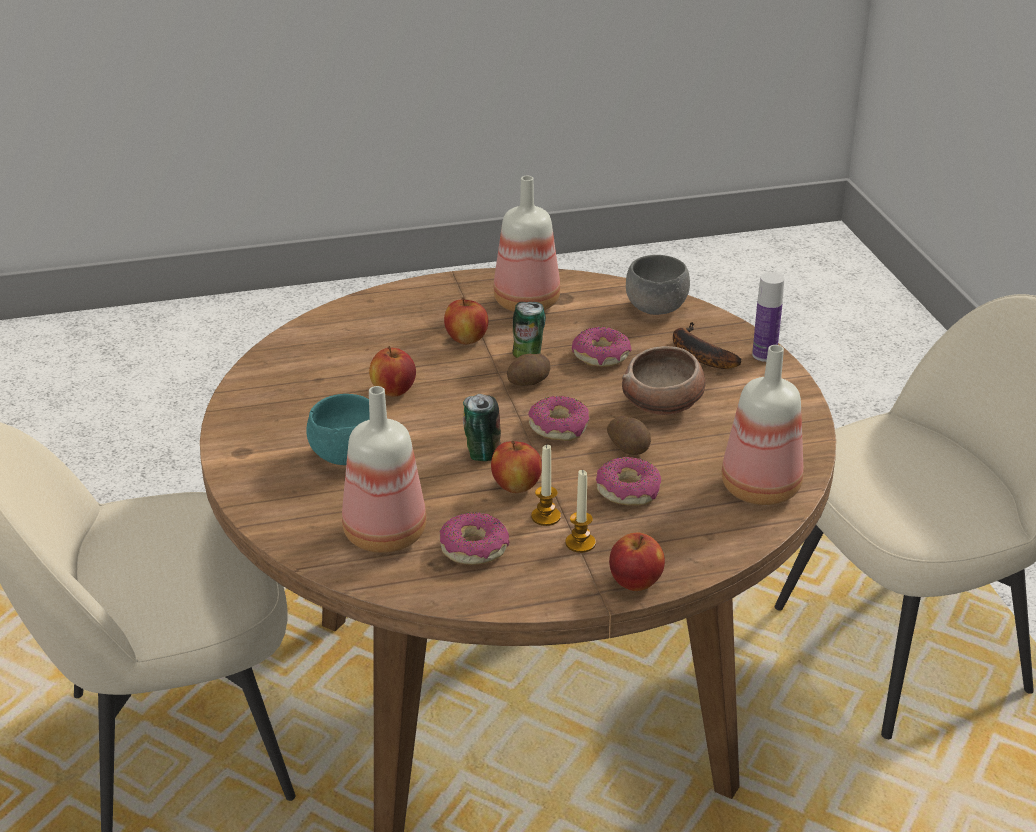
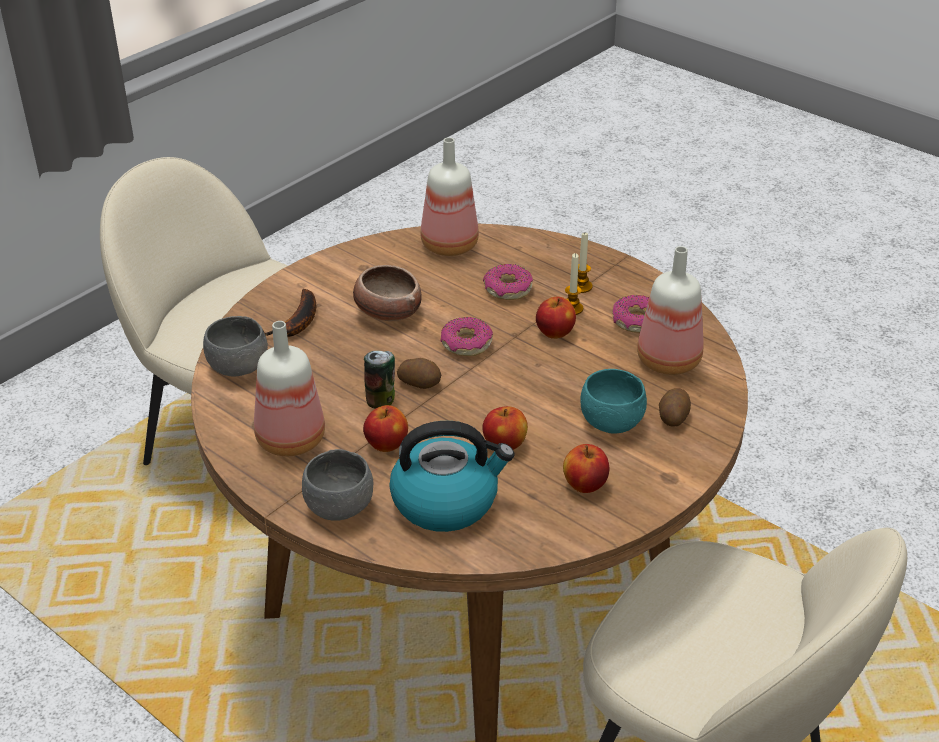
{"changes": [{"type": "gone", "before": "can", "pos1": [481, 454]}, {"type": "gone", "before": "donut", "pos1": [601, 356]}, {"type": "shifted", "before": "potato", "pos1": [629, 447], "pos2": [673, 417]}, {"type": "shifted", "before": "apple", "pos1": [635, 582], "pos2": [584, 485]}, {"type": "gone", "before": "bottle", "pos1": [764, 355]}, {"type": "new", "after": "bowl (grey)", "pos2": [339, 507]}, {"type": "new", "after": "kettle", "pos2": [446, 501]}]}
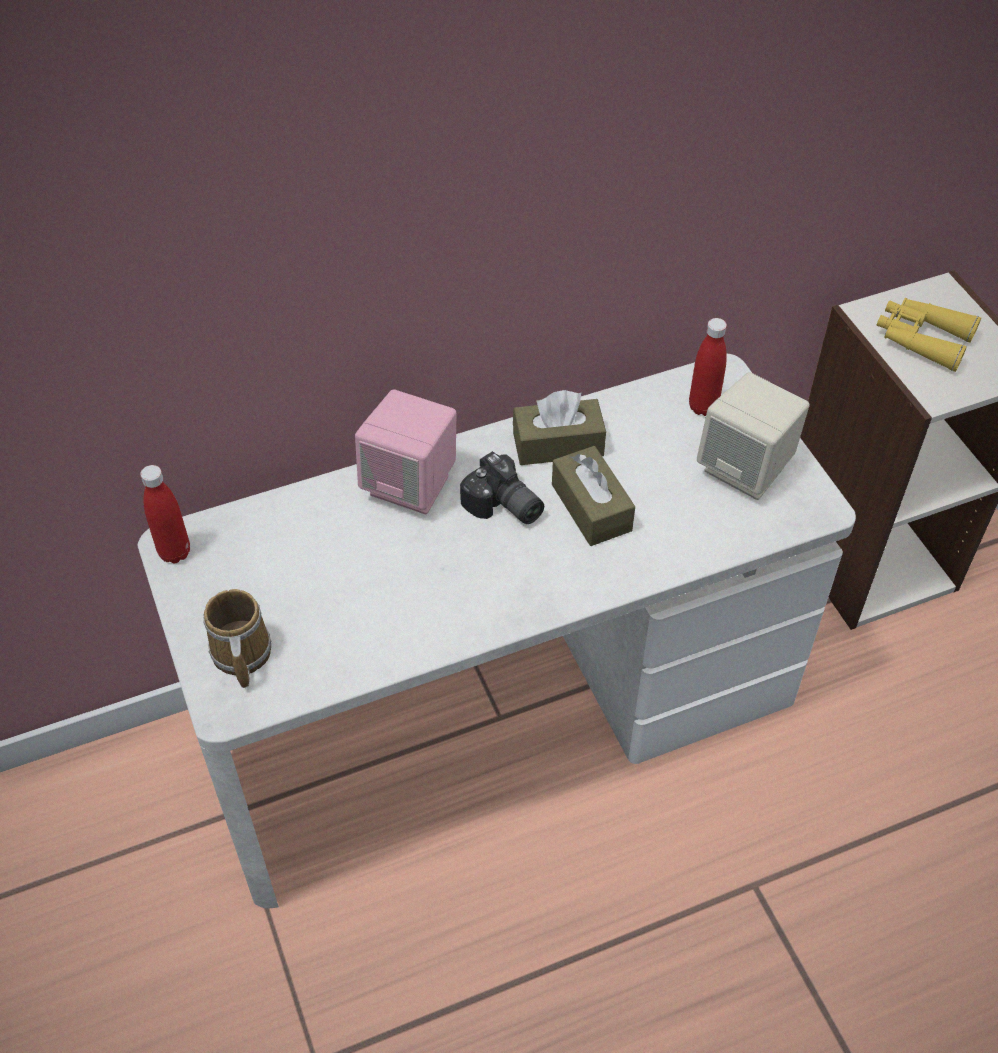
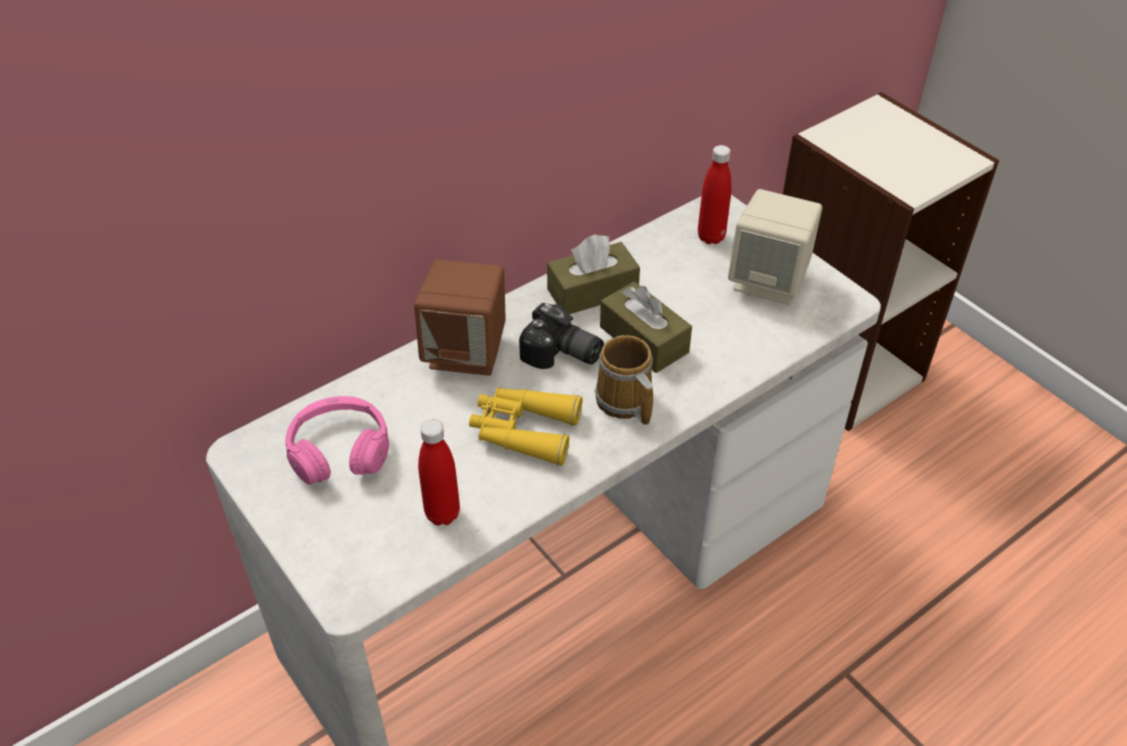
{"changes": [{"type": "shifted", "before": "bottle (red)", "pos1": [175, 552], "pos2": [442, 514]}, {"type": "shifted", "before": "mug", "pos1": [239, 655], "pos2": [624, 402]}, {"type": "repainted", "before": "speaker (pink)", "after": "speaker (brown)", "pos1": [411, 485], "pos2": [466, 352]}, {"type": "shifted", "before": "binoculars (yellow)", "pos1": [921, 339], "pos2": [523, 431]}, {"type": "new", "after": "headphones (pink)", "pos2": [340, 451]}]}
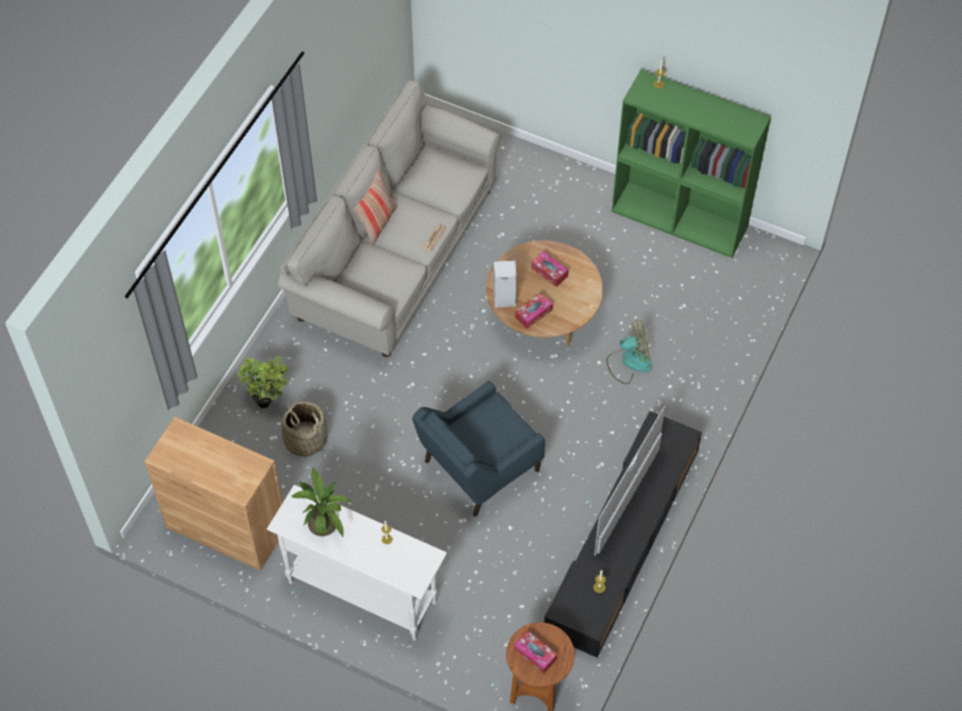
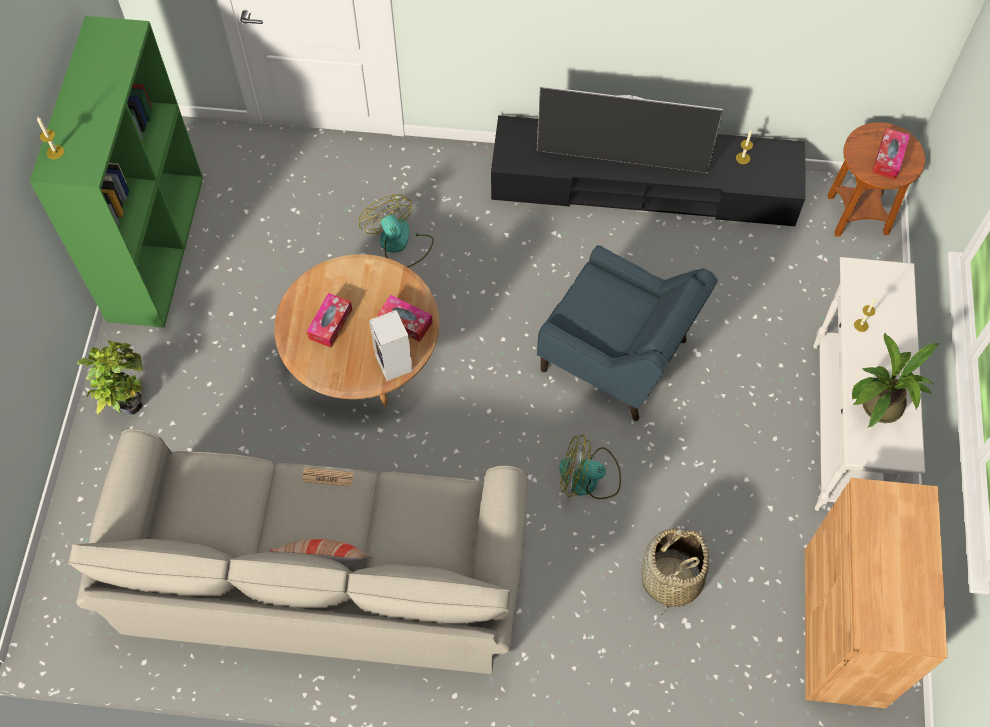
{"changes": [{"type": "shifted", "before": "potted plant", "pos1": [268, 400], "pos2": [128, 402]}, {"type": "new", "after": "fan", "pos2": [588, 478]}]}
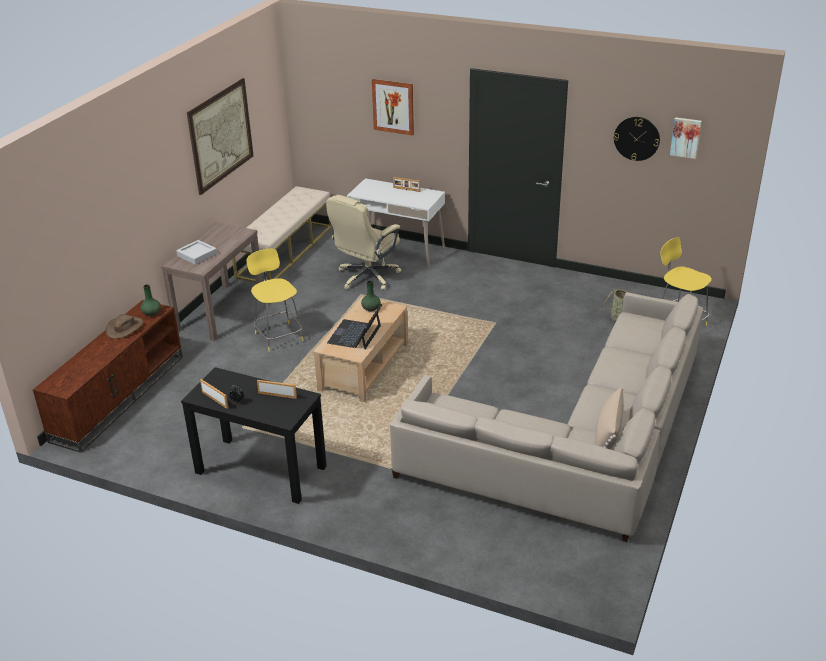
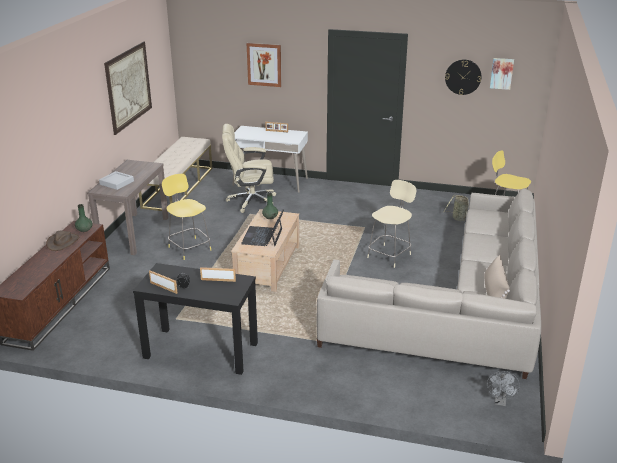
{"changes": [{"type": "rotated", "before": "office chair (beige)", "pos1": [367, 277], "pos2": [251, 201], "turn": 60}, {"type": "new", "after": "stool (beige)", "pos2": [390, 255]}, {"type": "new", "after": "fan (grey)", "pos2": [500, 402]}]}
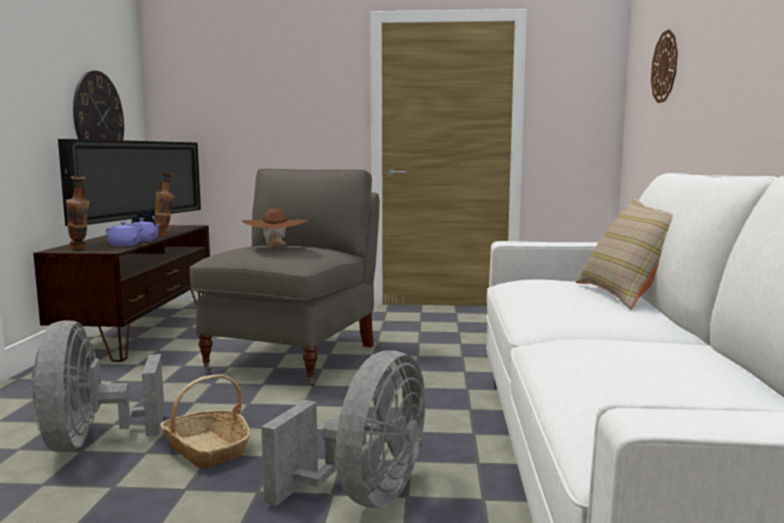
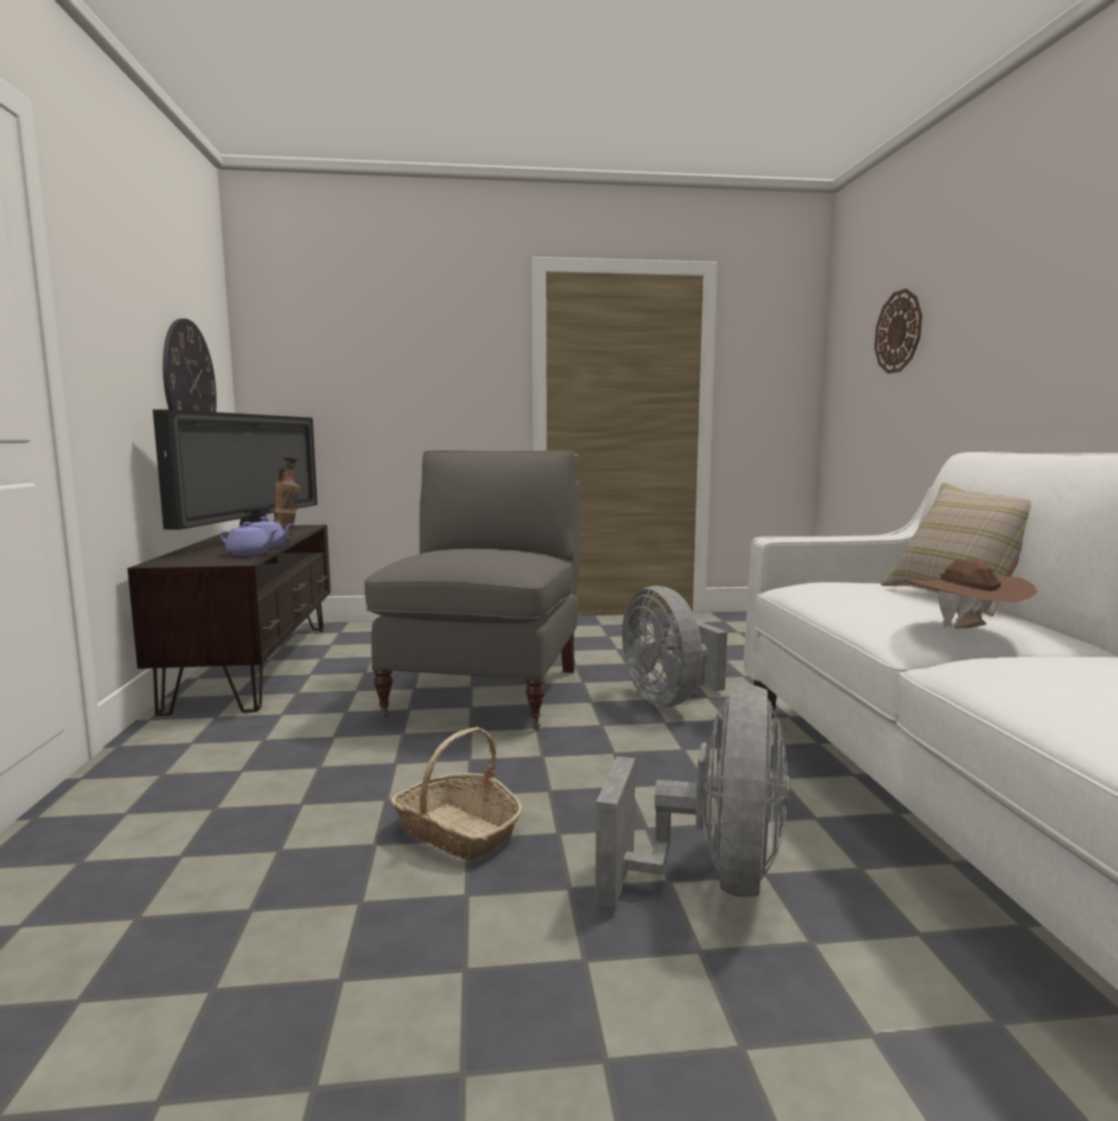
{"changes": [{"type": "shifted", "before": "fan (grey)", "pos1": [91, 442], "pos2": [669, 699]}, {"type": "gone", "before": "vase", "pos1": [80, 249]}, {"type": "shifted", "before": "hat (brown)", "pos1": [276, 247], "pos2": [965, 631]}]}
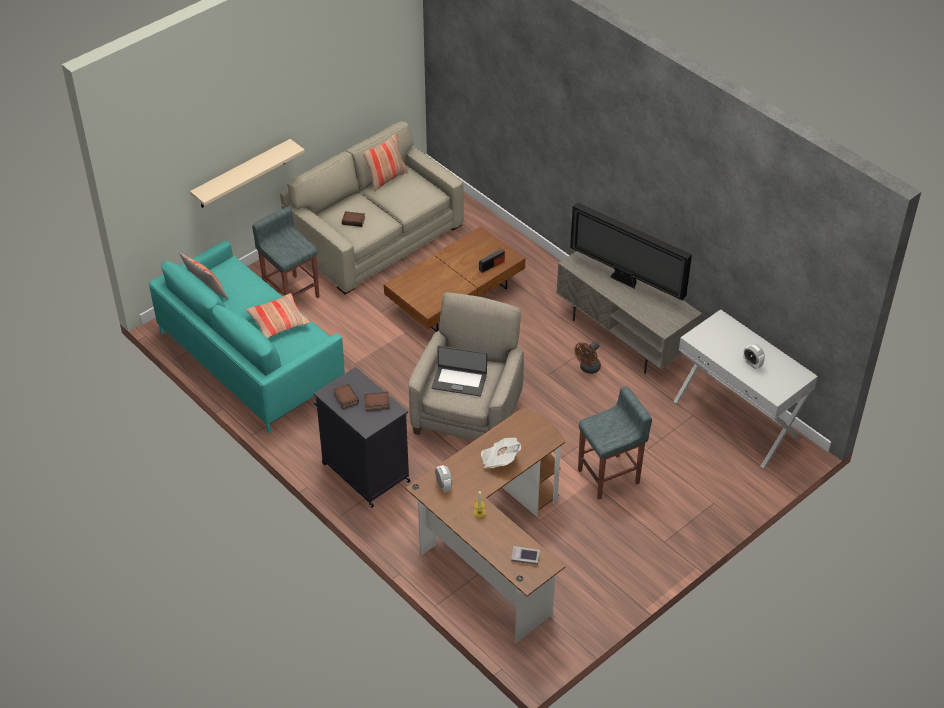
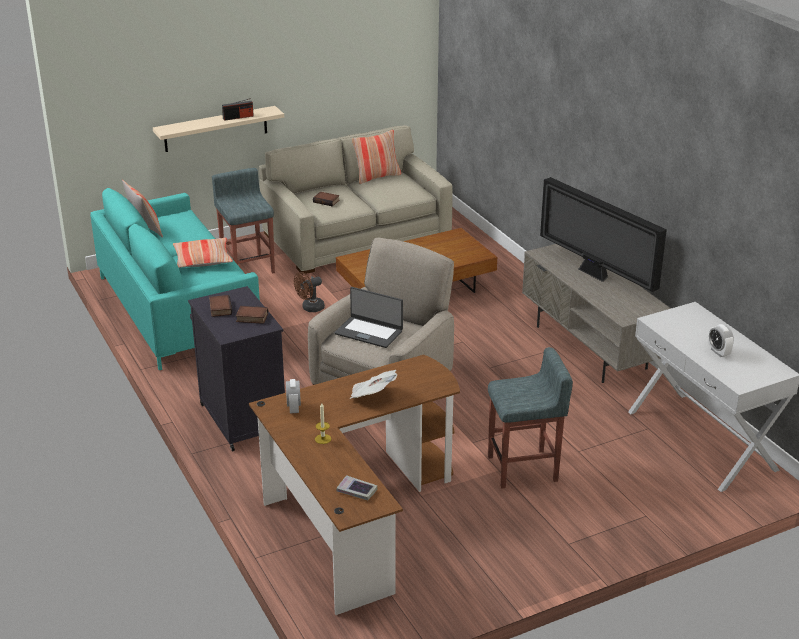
{"changes": [{"type": "shifted", "before": "radio", "pos1": [491, 265], "pos2": [238, 117]}, {"type": "shifted", "before": "fan (brown)", "pos1": [588, 369], "pos2": [310, 308]}]}
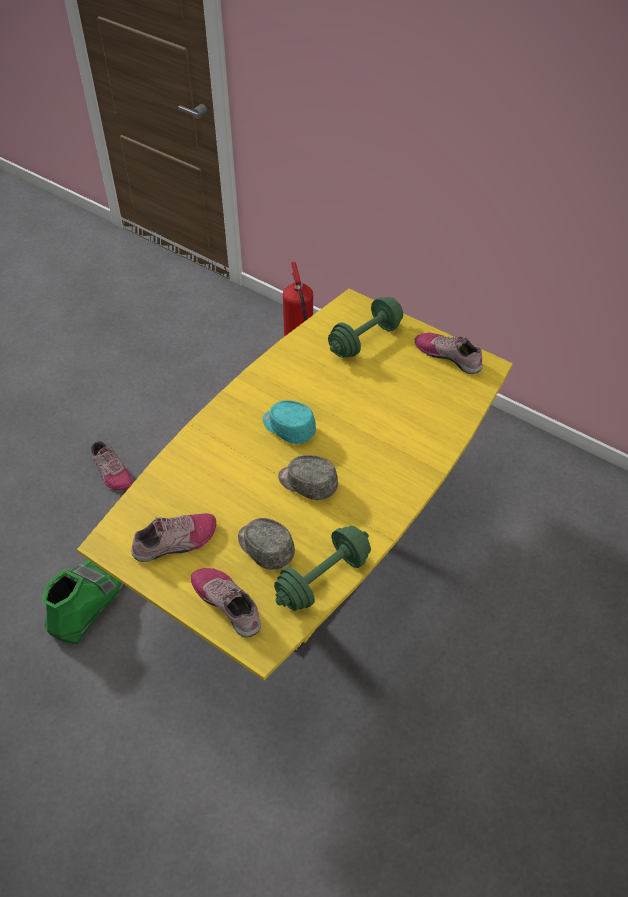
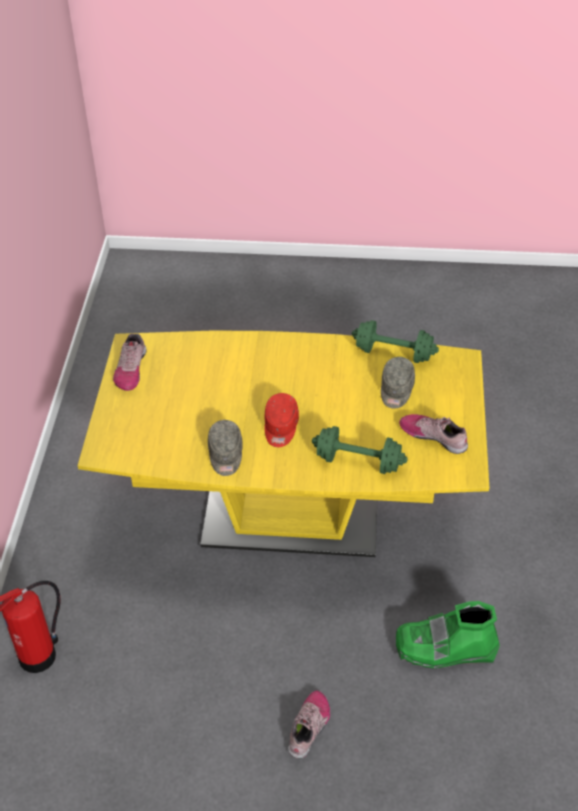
{"changes": [{"type": "gone", "before": "shoe", "pos1": [228, 603]}, {"type": "repainted", "before": "cap (turquoise)", "after": "cap (red)", "pos1": [288, 427], "pos2": [280, 427]}, {"type": "shifted", "before": "cap (grey)", "pos1": [307, 483], "pos2": [225, 455]}, {"type": "shifted", "before": "dumbbell (green)", "pos1": [365, 340], "pos2": [358, 462]}]}
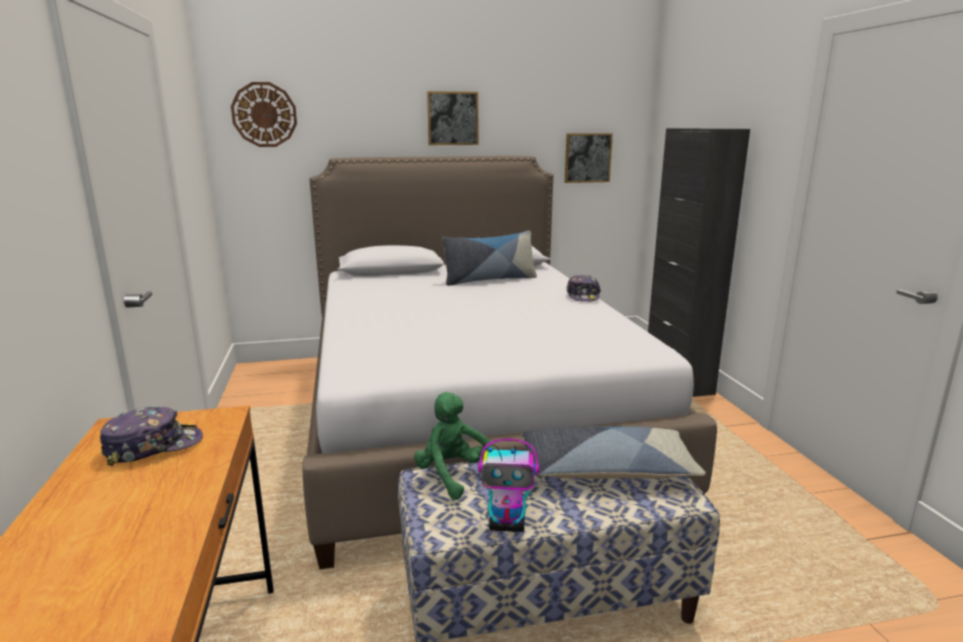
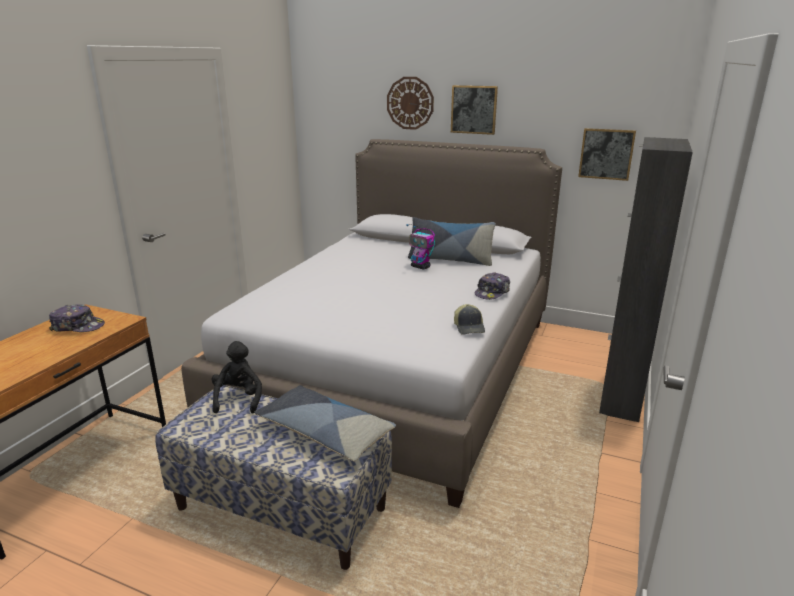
{"changes": [{"type": "shifted", "before": "wall clock", "pos1": [264, 115], "pos2": [410, 103]}, {"type": "repainted", "before": "plush toy (green)", "after": "plush toy (black)", "pos1": [454, 476], "pos2": [239, 399]}, {"type": "shifted", "before": "toy robot", "pos1": [508, 524], "pos2": [421, 267]}, {"type": "new", "after": "cap", "pos2": [469, 327]}]}
